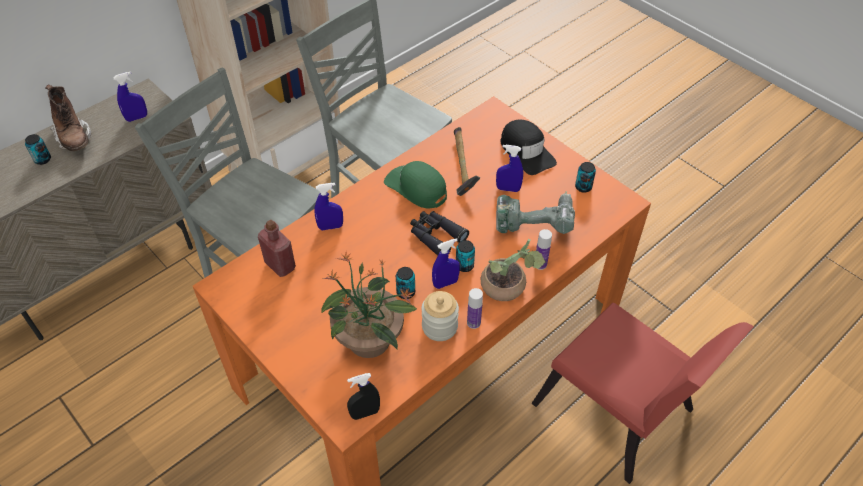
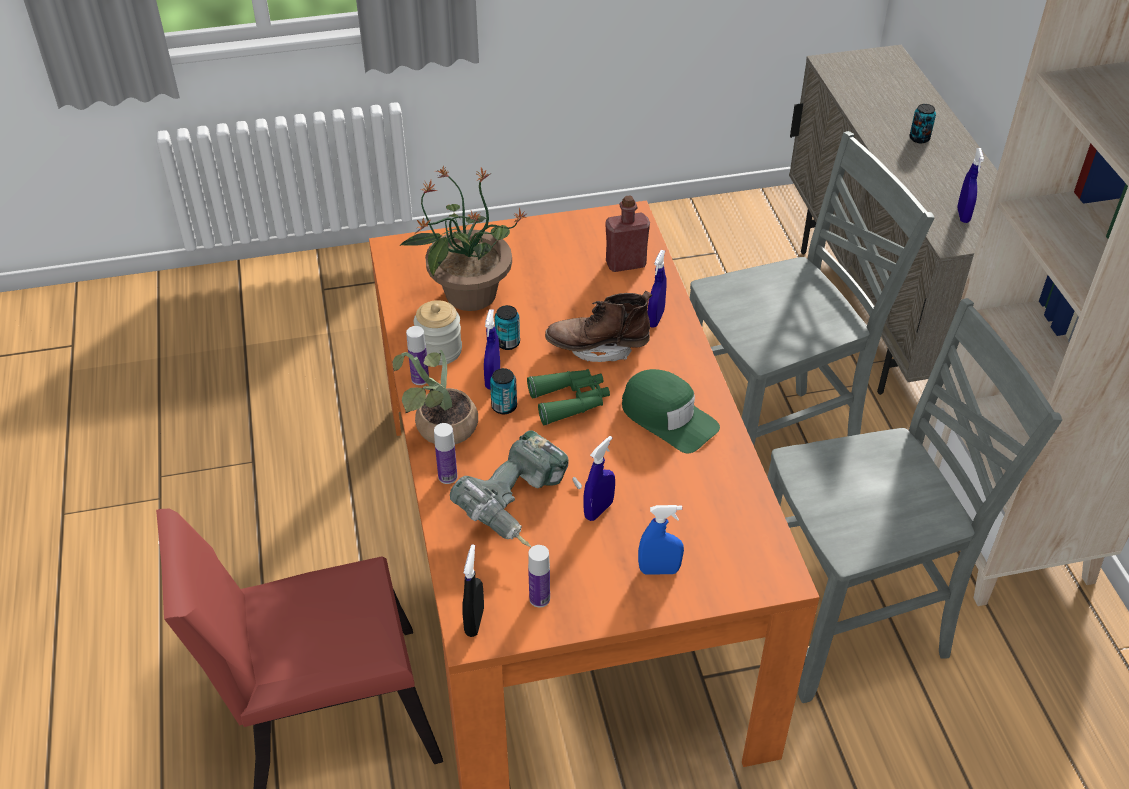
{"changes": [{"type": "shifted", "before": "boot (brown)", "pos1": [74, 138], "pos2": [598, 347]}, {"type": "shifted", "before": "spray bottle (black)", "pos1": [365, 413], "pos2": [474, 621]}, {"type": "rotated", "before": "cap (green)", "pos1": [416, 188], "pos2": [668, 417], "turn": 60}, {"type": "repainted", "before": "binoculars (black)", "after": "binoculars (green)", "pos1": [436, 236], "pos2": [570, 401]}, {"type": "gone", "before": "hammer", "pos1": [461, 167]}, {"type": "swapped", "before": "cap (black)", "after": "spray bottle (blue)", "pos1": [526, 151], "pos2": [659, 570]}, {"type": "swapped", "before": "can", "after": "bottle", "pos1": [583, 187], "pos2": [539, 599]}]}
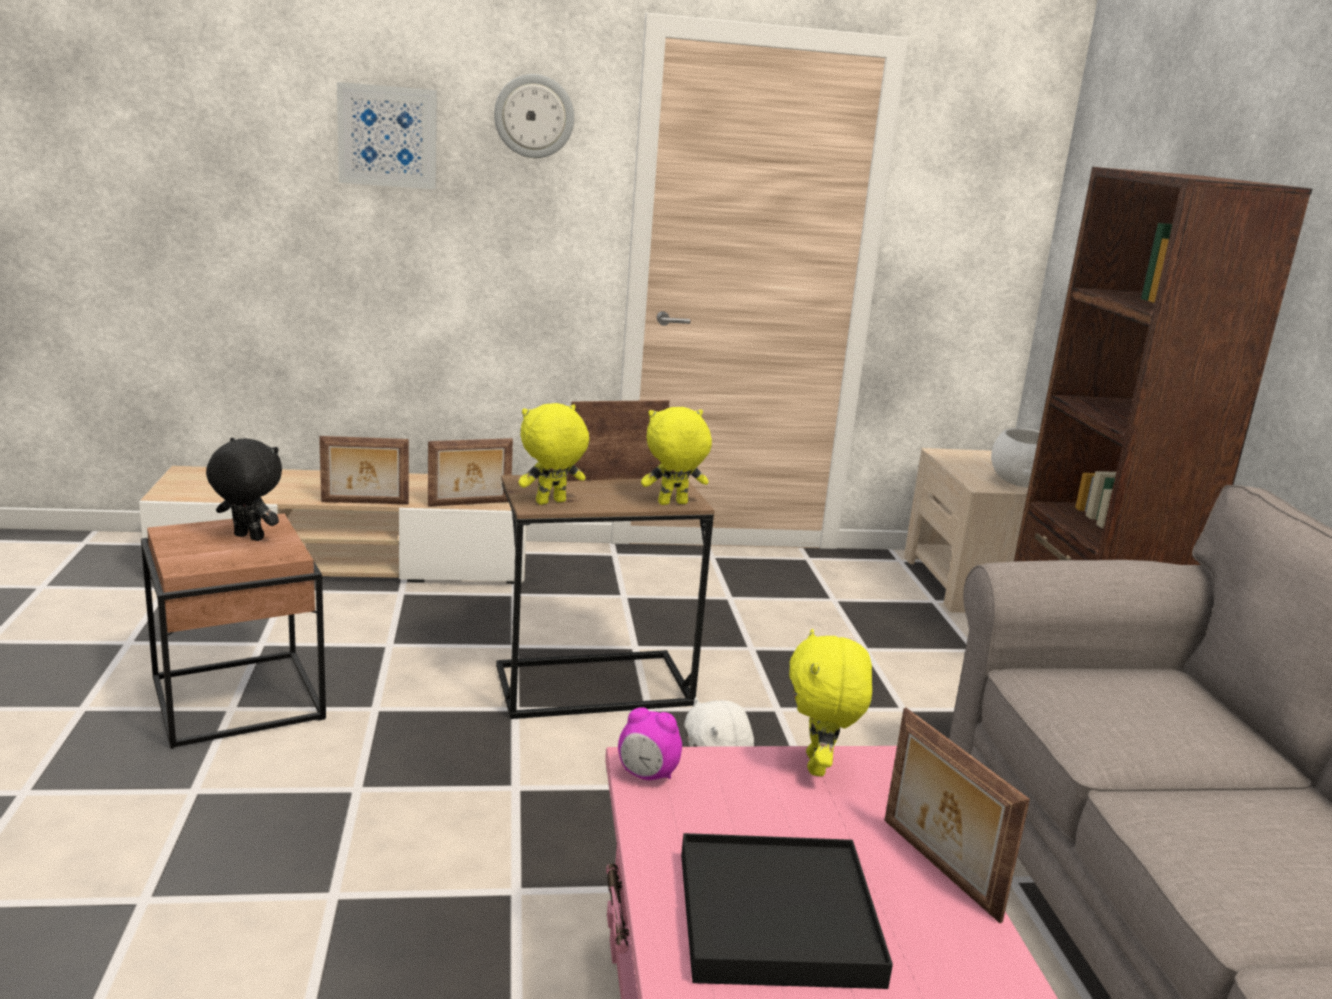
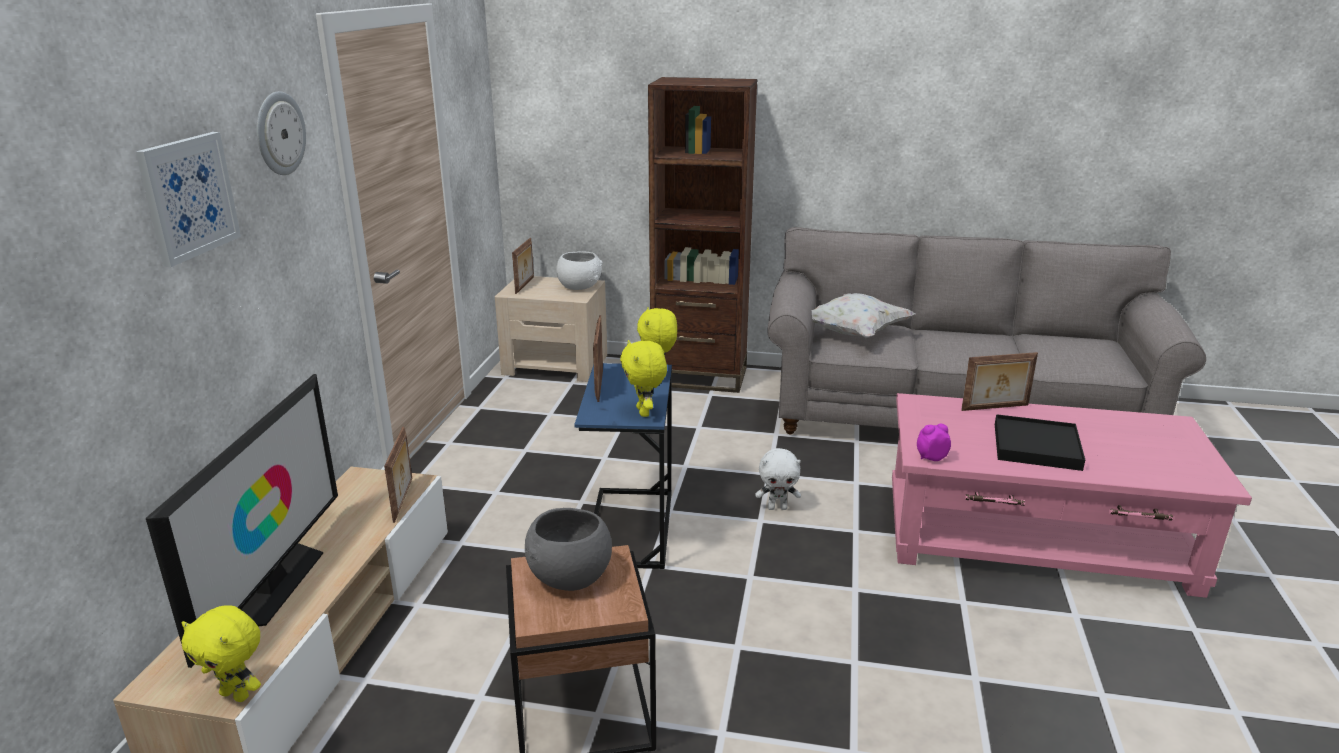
{"changes": [{"type": "swapped", "before": "plush toy (black)", "after": "bowl (grey)", "pos1": [247, 538], "pos2": [568, 577]}, {"type": "shifted", "before": "picture frame", "pos1": [365, 503], "pos2": [525, 285]}, {"type": "repainted", "before": "side table (brown)", "after": "side table (blue)", "pos1": [593, 685], "pos2": [630, 527]}, {"type": "rotated", "before": "alarm clock", "pos1": [647, 775], "pos2": [931, 457], "turn": -135}, {"type": "shifted", "before": "plush toy (yellow)", "pos1": [819, 766], "pos2": [236, 694]}, {"type": "new", "after": "television", "pos2": [273, 585]}, {"type": "new", "after": "pillow (white)", "pos2": [854, 333]}]}
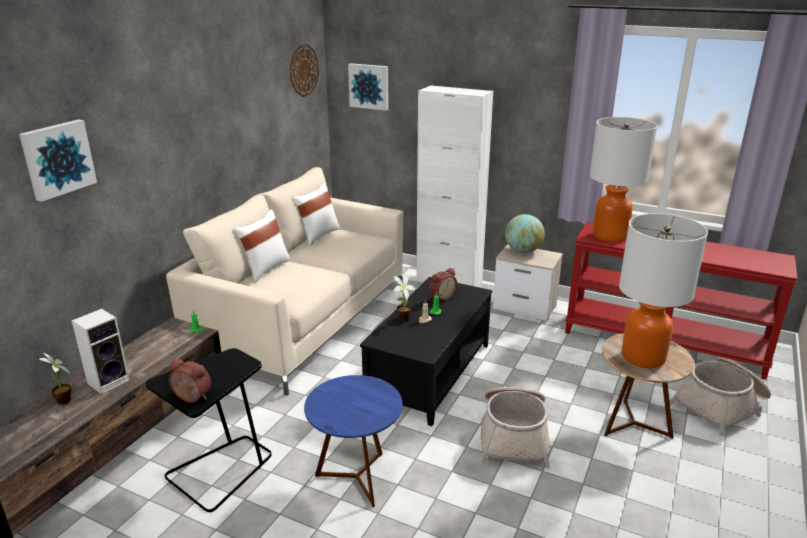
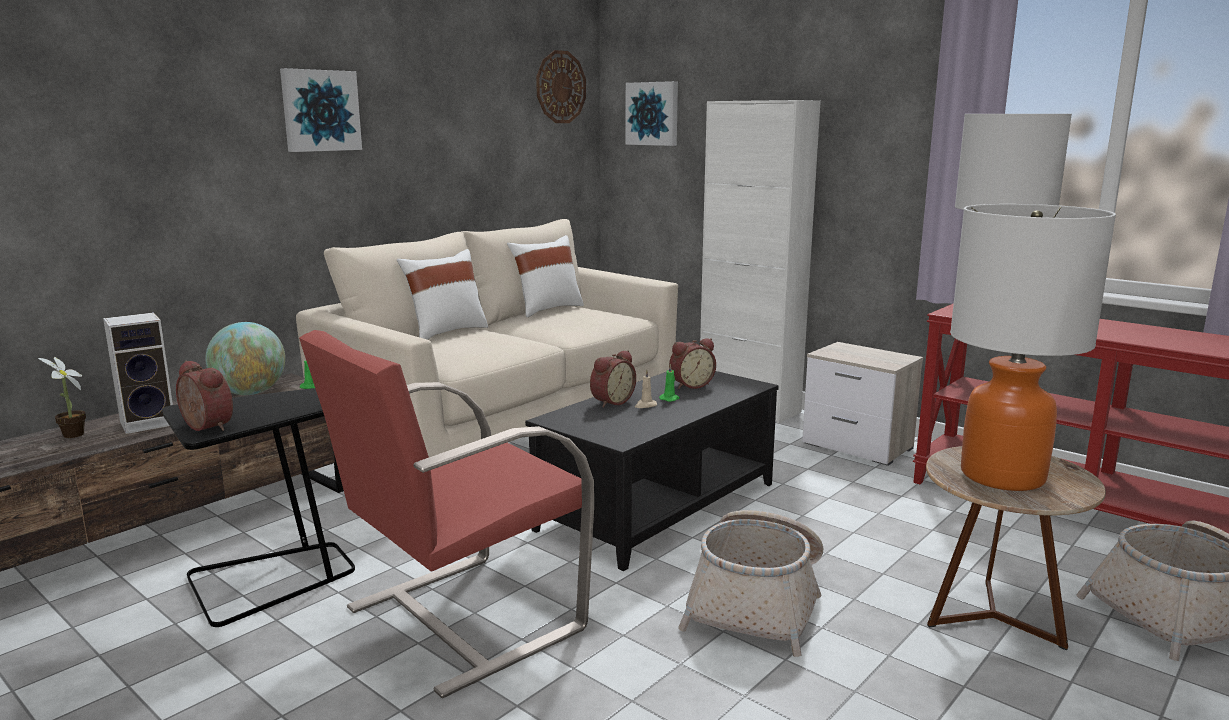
{"changes": [{"type": "shifted", "before": "picture", "pos1": [57, 159], "pos2": [320, 110]}, {"type": "swapped", "before": "side table (blue)", "after": "armchair (red)", "pos1": [356, 477], "pos2": [461, 619]}, {"type": "swapped", "before": "potted plant", "after": "alarm clock", "pos1": [402, 319], "pos2": [611, 402]}, {"type": "shifted", "before": "globe", "pos1": [523, 251], "pos2": [250, 393]}]}
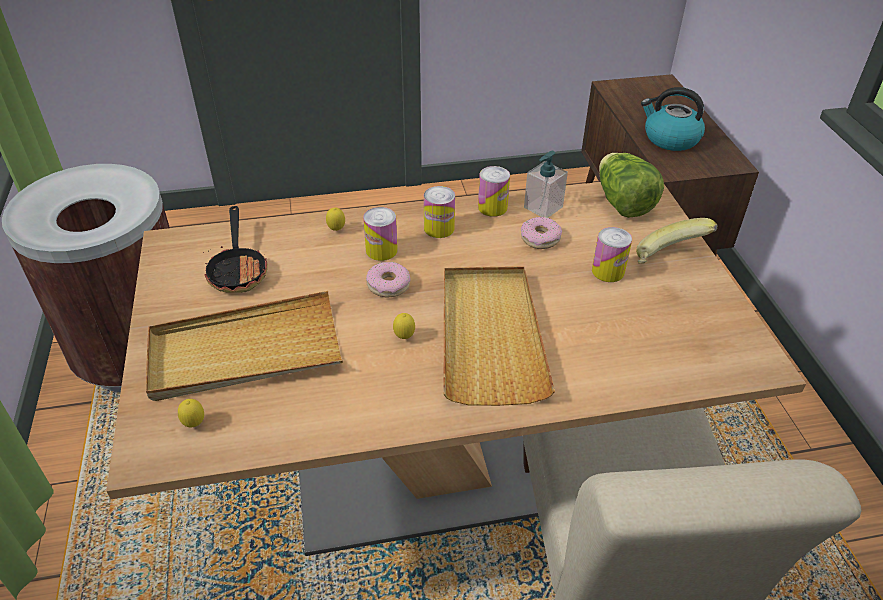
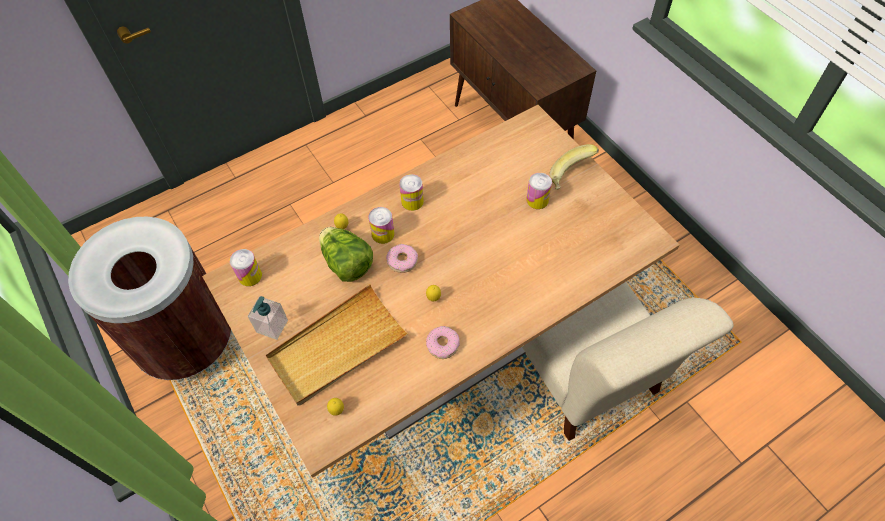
{"changes": [{"type": "gone", "before": "frying pan", "pos1": [238, 269]}, {"type": "gone", "before": "tray (beige)", "pos1": [490, 335]}, {"type": "shifted", "before": "can", "pos1": [492, 207], "pos2": [250, 276]}, {"type": "shifted", "before": "donut", "pos1": [540, 238], "pos2": [443, 345]}, {"type": "shifted", "before": "soap dispenser", "pos1": [543, 207], "pos2": [272, 326]}, {"type": "shifted", "before": "lettuce", "pos1": [622, 203], "pos2": [346, 263]}, {"type": "gone", "before": "kettle", "pos1": [670, 139]}]}
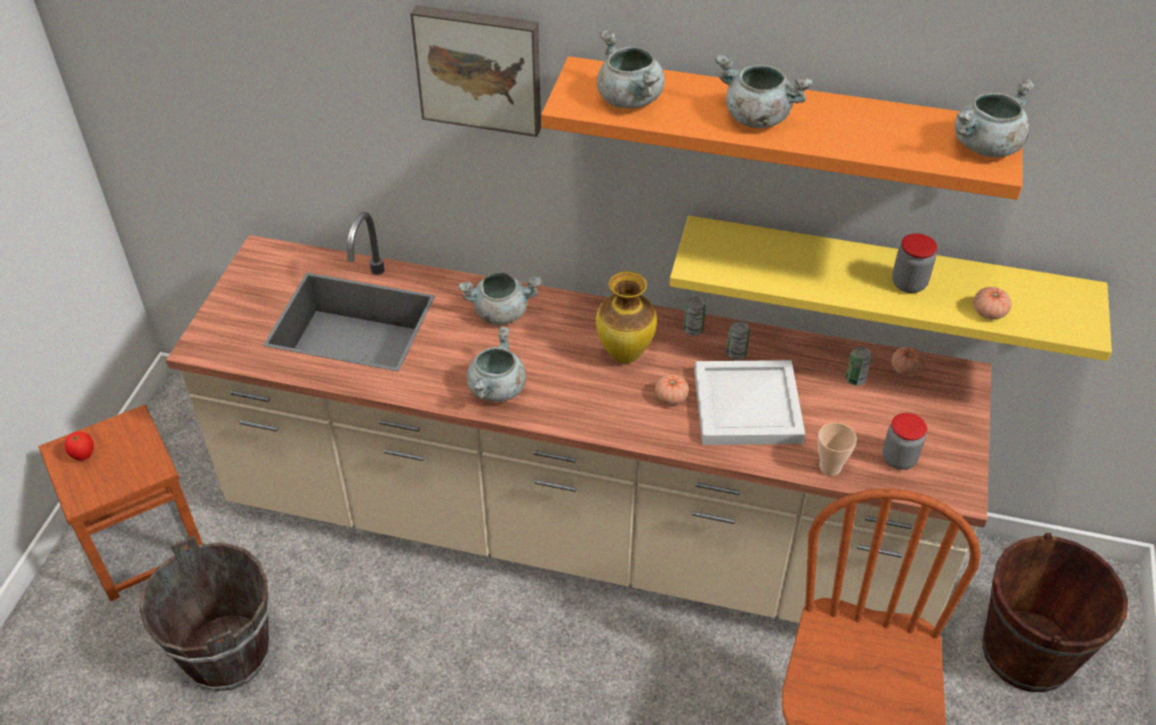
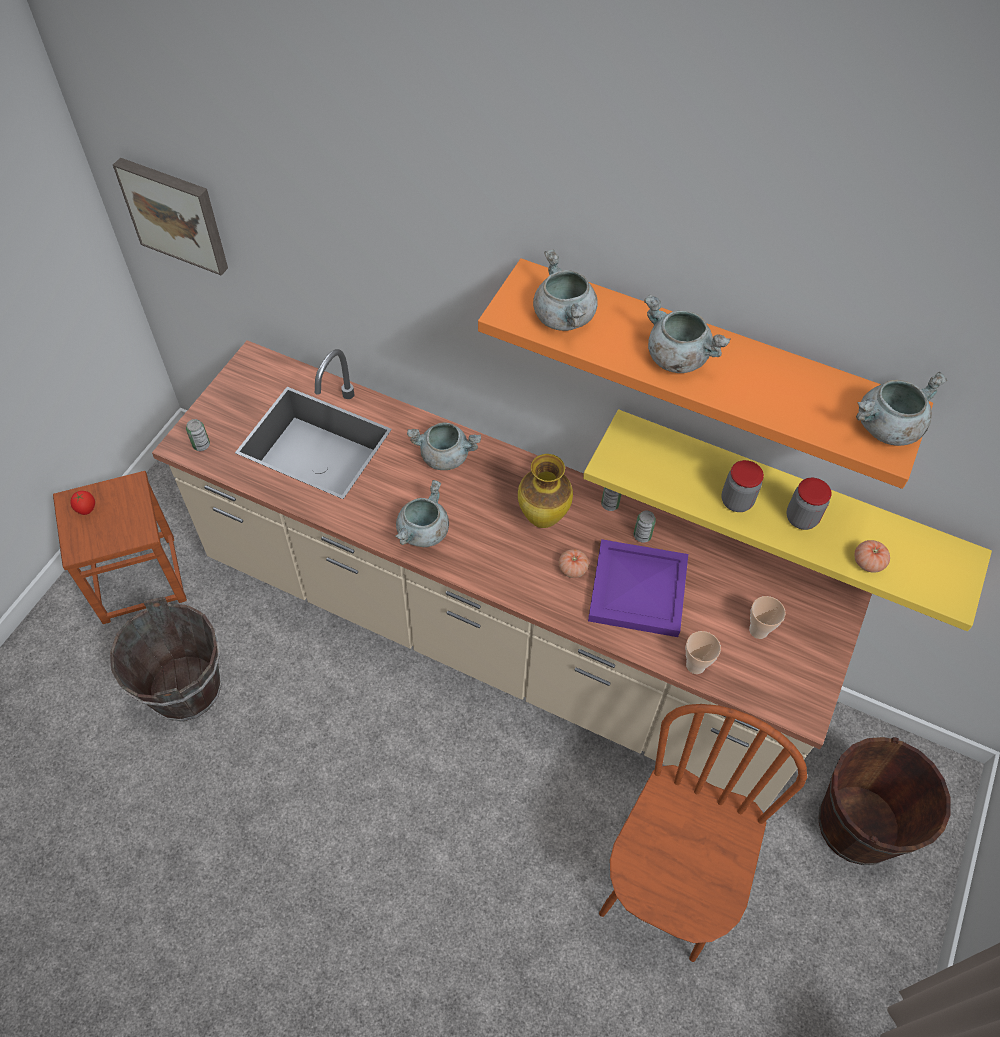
{"changes": [{"type": "shifted", "before": "picture", "pos1": [480, 68], "pos2": [175, 214]}, {"type": "repainted", "before": "tray (white)", "after": "tray (purple)", "pos1": [749, 407], "pos2": [639, 591]}, {"type": "shifted", "before": "can", "pos1": [855, 379], "pos2": [201, 445]}, {"type": "shifted", "before": "jar", "pos1": [899, 459], "pos2": [736, 501]}, {"type": "gone", "before": "tomato", "pos1": [906, 369]}, {"type": "new", "after": "cup", "pos2": [758, 630]}]}
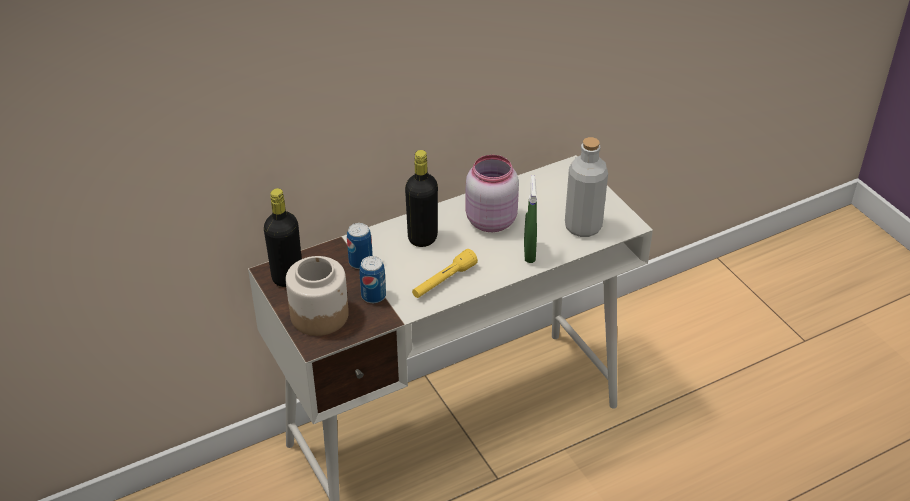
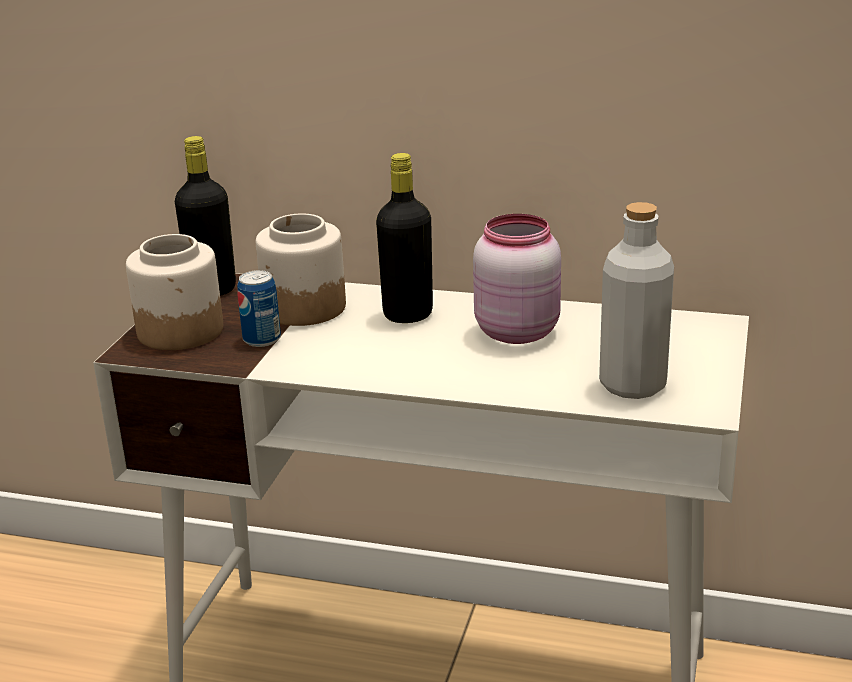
{"changes": [{"type": "swapped", "before": "can", "after": "jar", "pos1": [360, 262], "pos2": [304, 307]}, {"type": "gone", "before": "flashlight (yellow)", "pos1": [443, 281]}, {"type": "gone", "before": "spray bottle (green)", "pos1": [529, 253]}]}
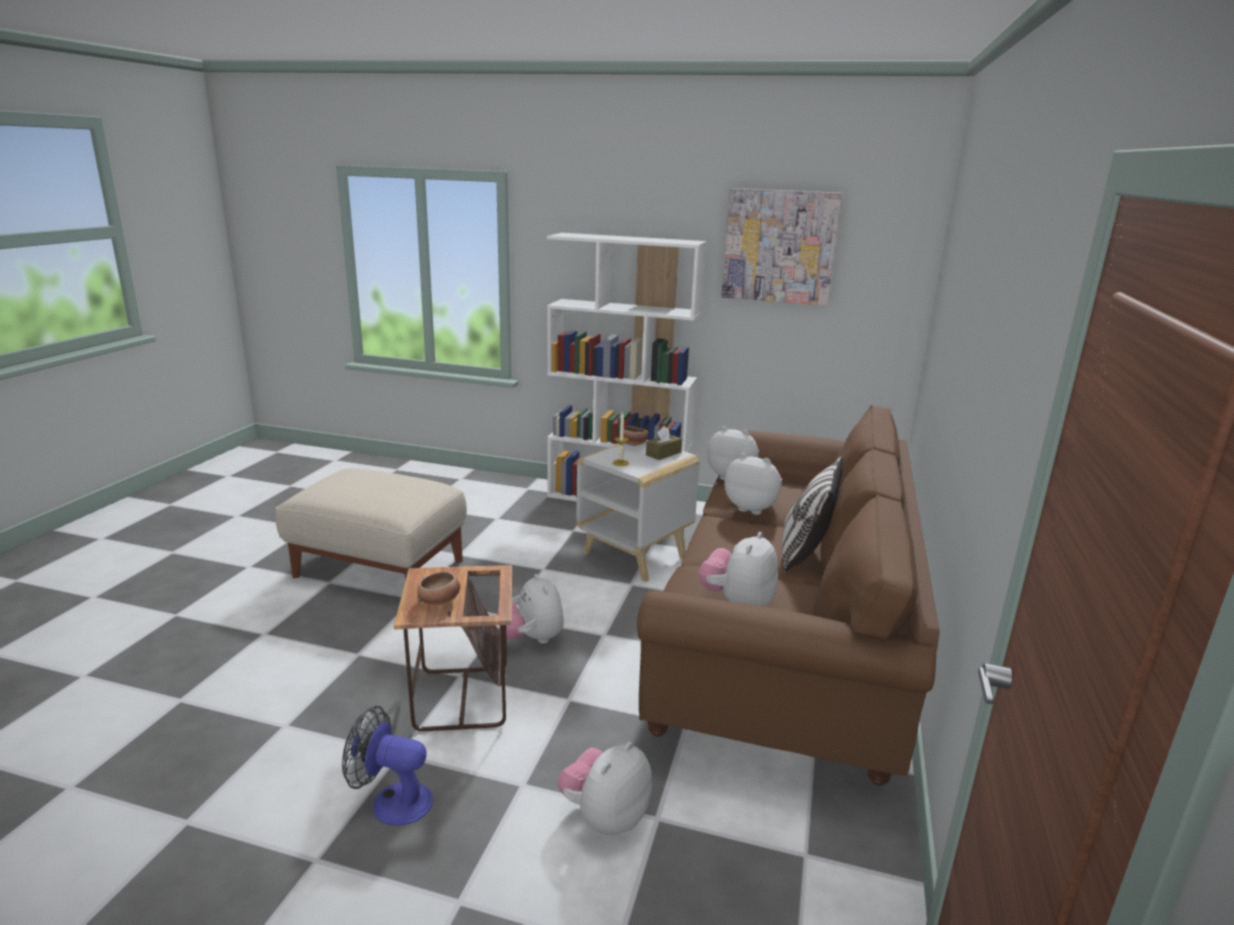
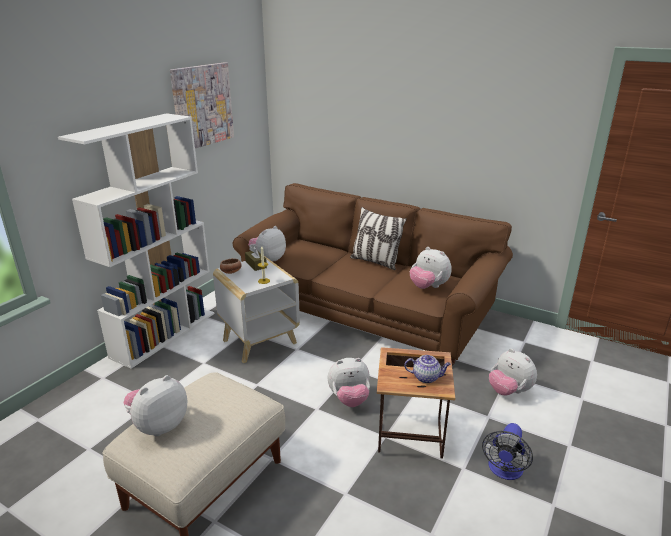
{"changes": [{"type": "swapped", "before": "bowl", "after": "teapot", "pos1": [440, 601], "pos2": [426, 377]}, {"type": "shifted", "before": "plush toy", "pos1": [752, 508], "pos2": [159, 425]}]}
